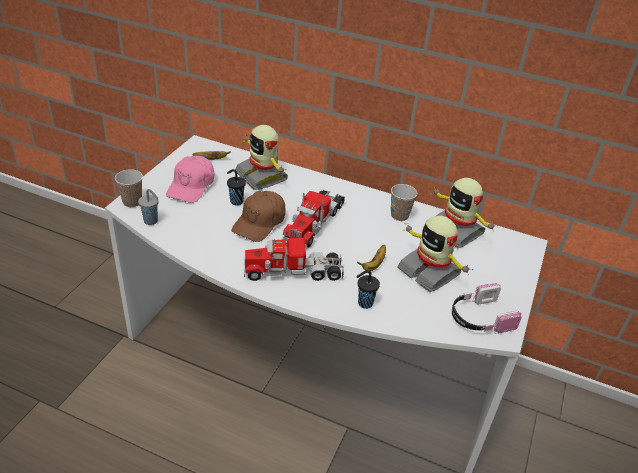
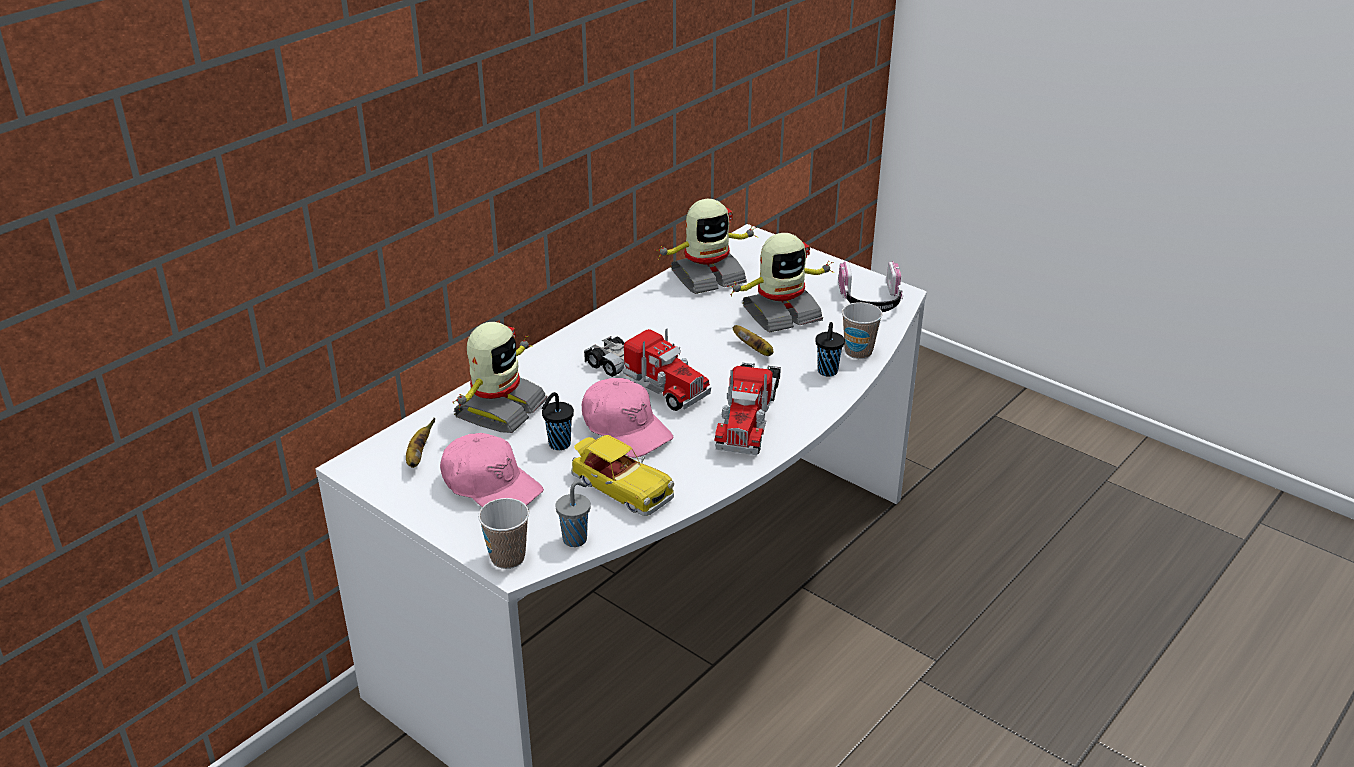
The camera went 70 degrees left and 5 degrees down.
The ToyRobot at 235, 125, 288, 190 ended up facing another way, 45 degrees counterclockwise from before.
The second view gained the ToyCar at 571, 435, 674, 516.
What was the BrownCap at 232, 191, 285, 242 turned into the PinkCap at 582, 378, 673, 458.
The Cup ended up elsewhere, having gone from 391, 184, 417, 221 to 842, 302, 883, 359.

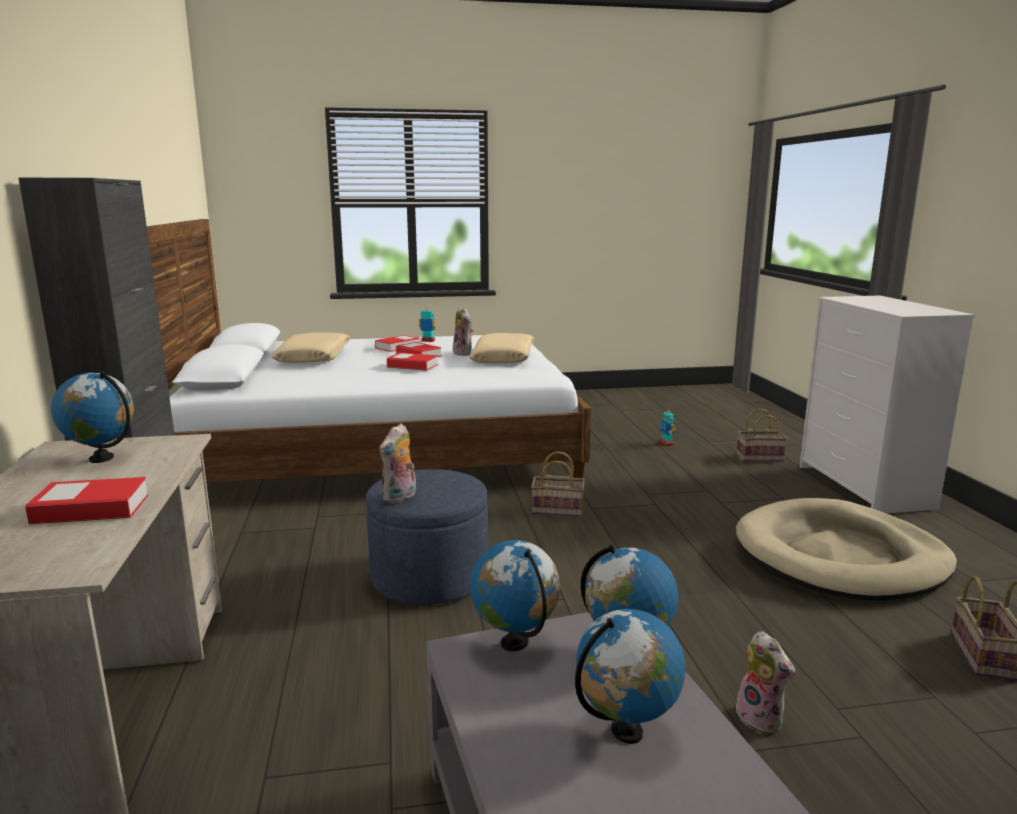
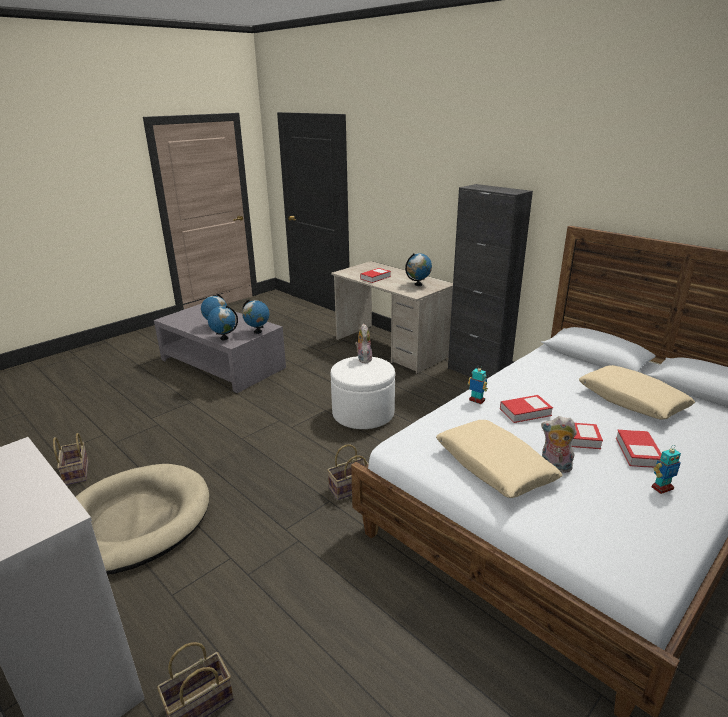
The camera went 145 degrees right and 10 degrees up.
What was the BlueOttoman at 366, 469, 488, 605 turned into the WhiteOttoman at 331, 356, 395, 429.
The ToyRobot ended up elsewhere, having gone from 659, 407, 676, 446 to 468, 366, 488, 404.
The second view lost the PlushToy at 732, 631, 795, 734.

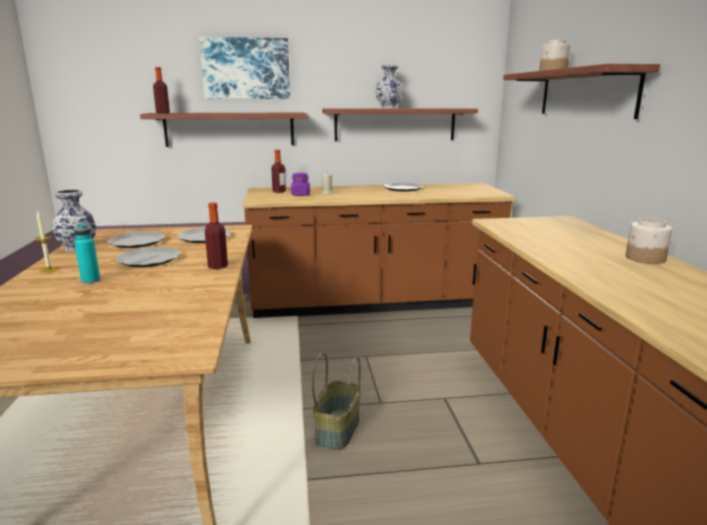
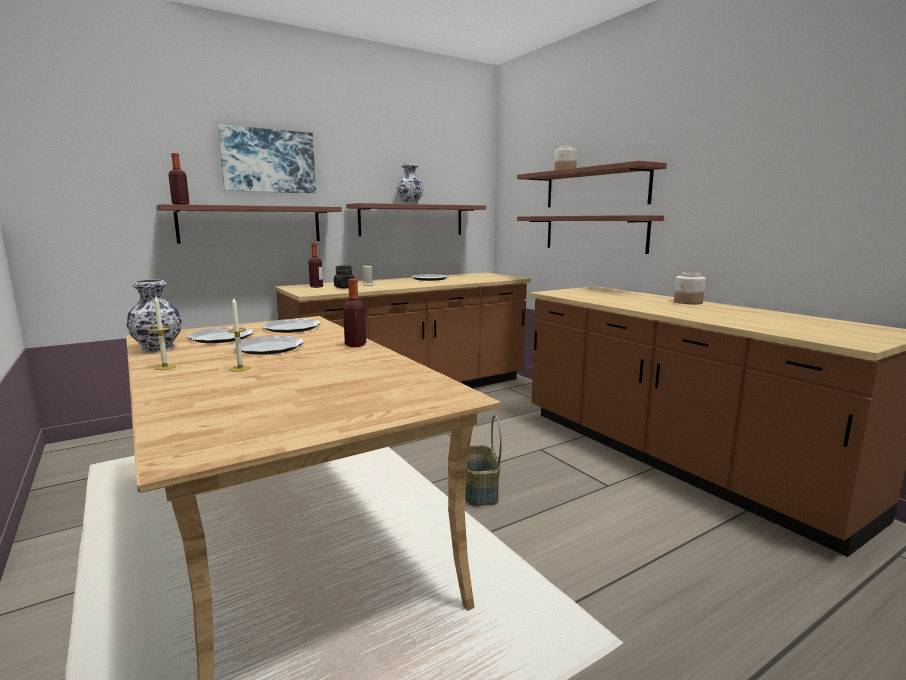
The camera went 25 degrees left and 5 degrees down.
Where the TurquoiseBottle stood at 74, 223, 100, 284, the Candle came to stand at 228, 297, 251, 372.
What was the PurpleJar at 291, 173, 310, 196 turned into the BlackJar at 334, 265, 355, 288.
The second view gained the Shelf at 517, 215, 664, 254.

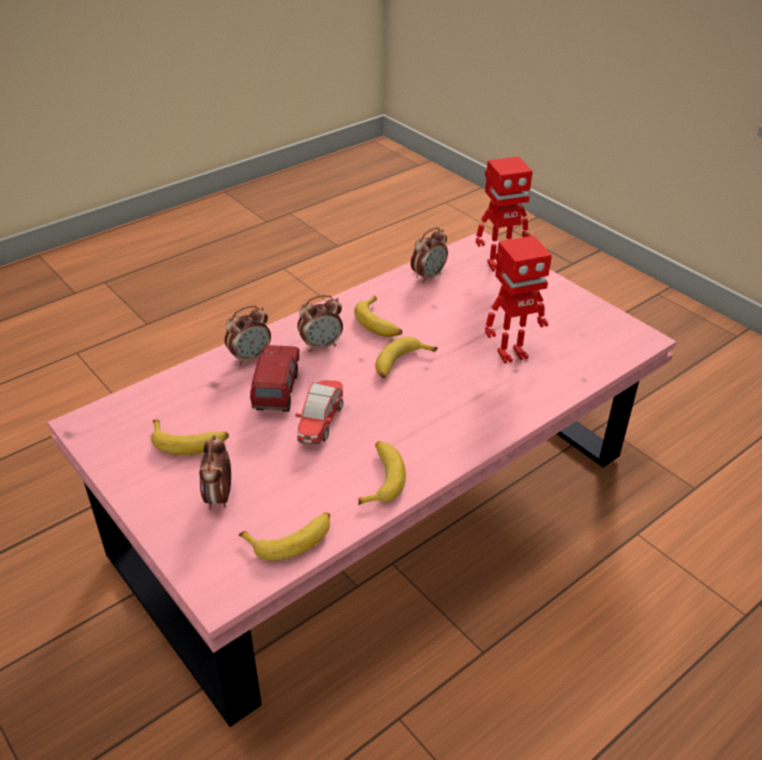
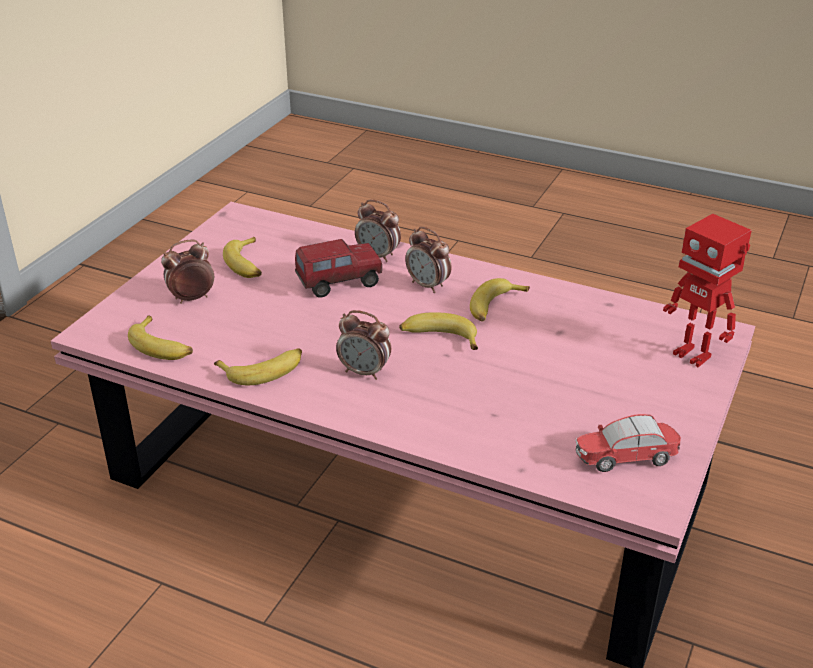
The camera went 65 degrees right and 5 degrees down.
The AlarmClock ended up elsewhere, having gone from 411, 227, 448, 283 to 336, 310, 391, 380.
The ToyCar ended up elsewhere, having gone from 295, 381, 343, 444 to 575, 414, 681, 472.
The second view lost the ToyRobot at 485, 236, 552, 364.

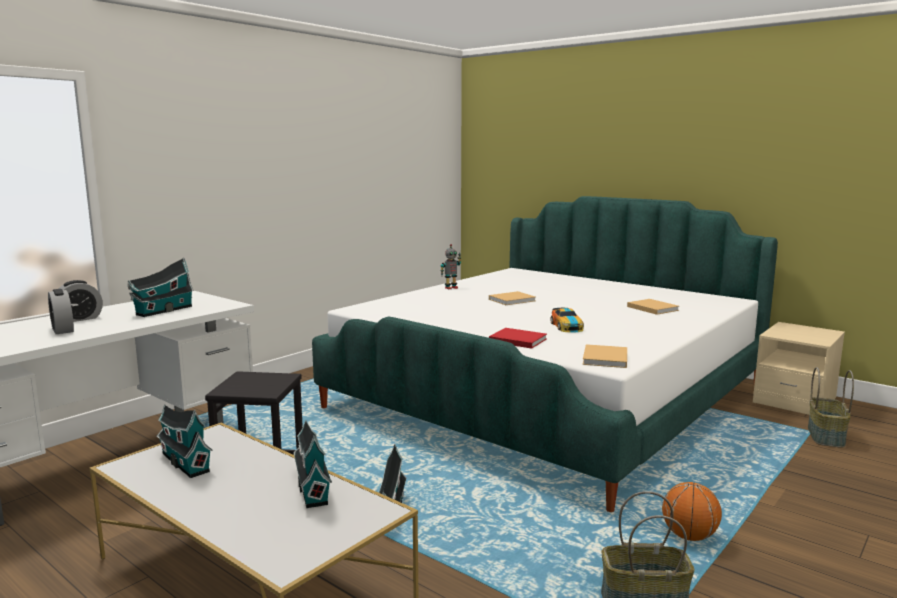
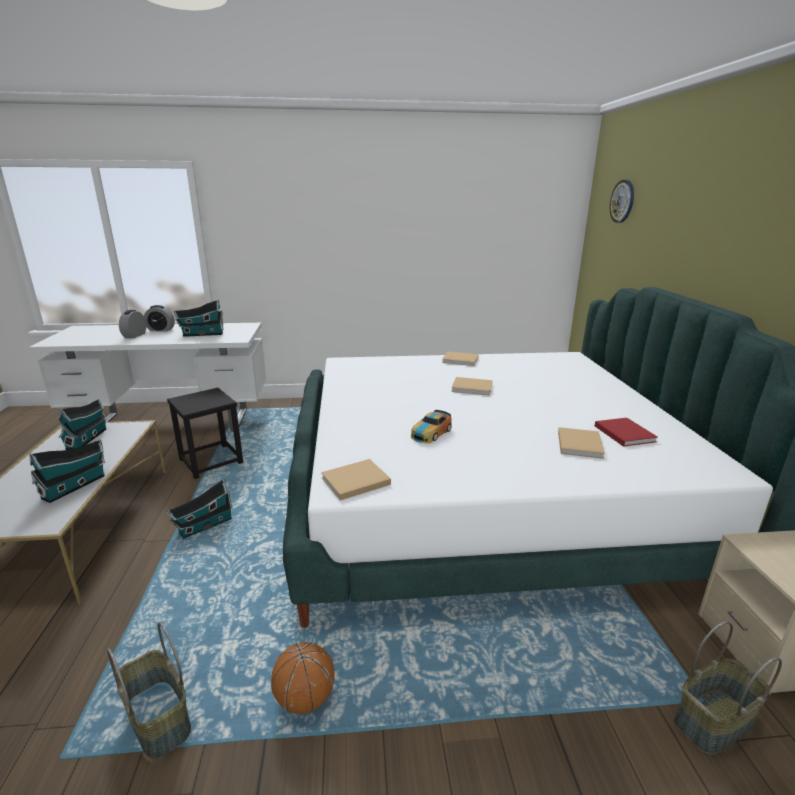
The camera went 45 degrees right and 10 degrees up.
Where the ToyRobot stood at 440, 244, 461, 289, the BeigeBook came to stand at 442, 351, 478, 366.
The RedBook ended up elsewhere, having gone from 489, 328, 547, 349 to 595, 418, 658, 447.
The second view gained the WallClock at 610, 180, 634, 223.

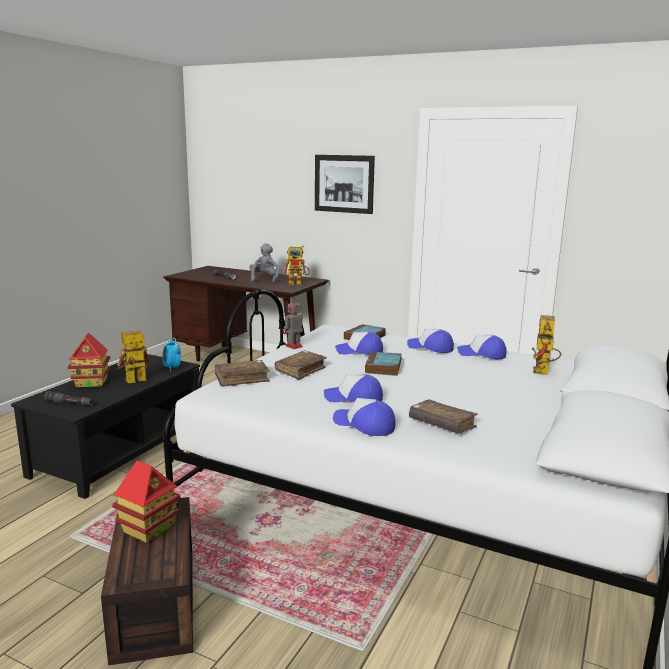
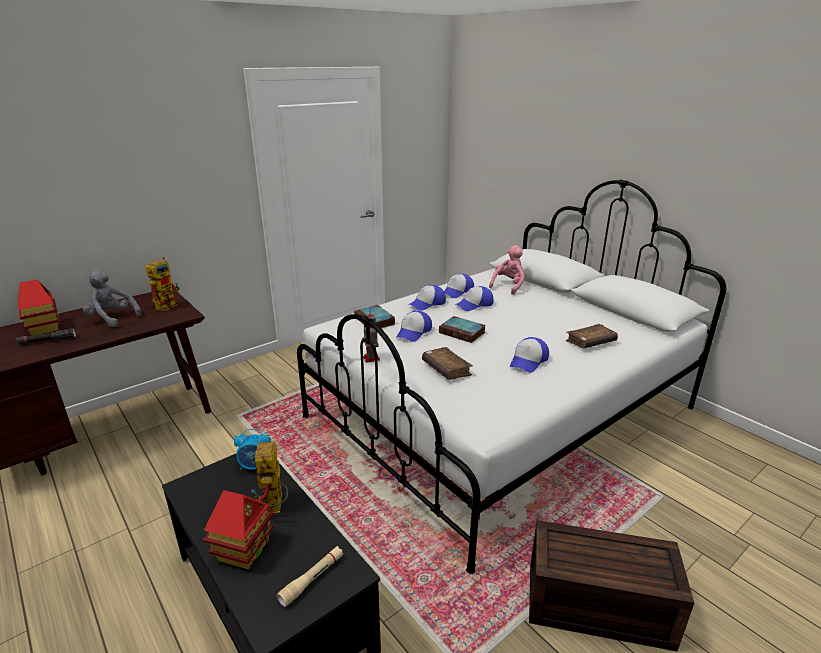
The camera went 65 degrees left and 10 degrees up.
The ToyHouse ended up elsewhere, having gone from 112, 461, 181, 543 to 18, 280, 59, 335.
What was the BlackFlashlight at 44, 391, 94, 406 turned into the BeigeFlashlight at 277, 546, 343, 607.
The Cap ended up elsewhere, having gone from 333, 398, 396, 436 to 455, 286, 494, 311.
Where the ToyRobot stood at 531, 315, 561, 375, the PinkPlushToy came to stand at 489, 245, 525, 295.
The second view lost the BrownBook at 215, 360, 270, 387.
The second view lost the Picture at 315, 155, 375, 214.

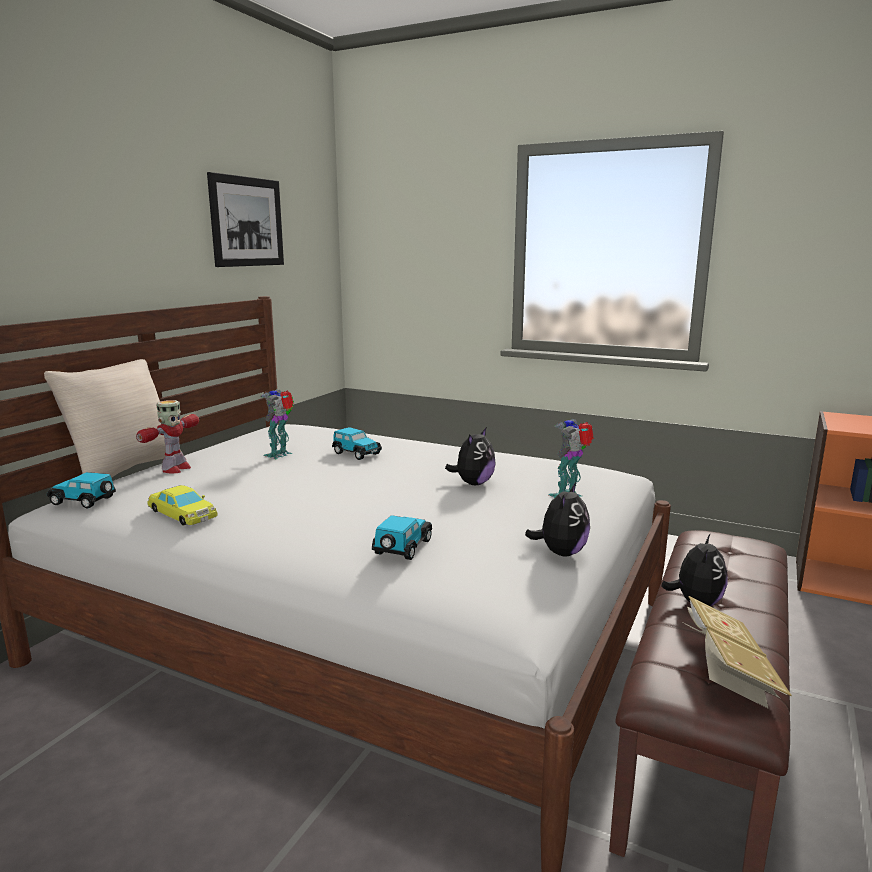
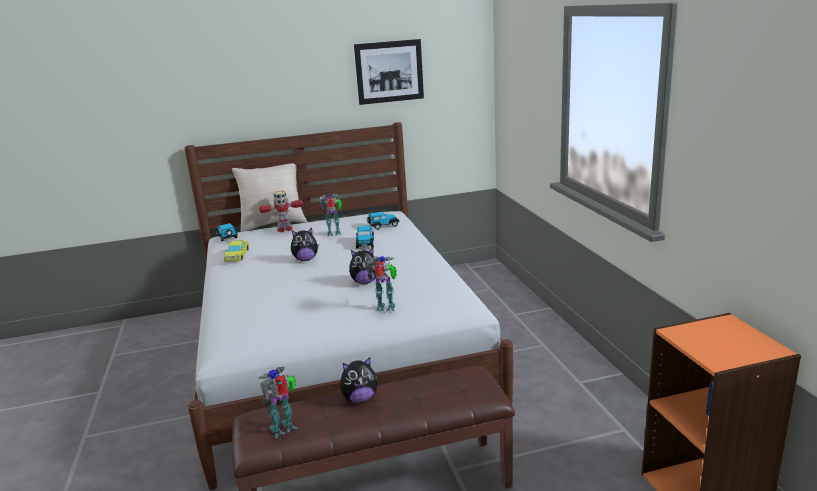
The camera went 50 degrees right and 5 degrees up.
Where the Book stood at 681, 596, 792, 709, the ToyRobot came to stand at 258, 367, 297, 438.
The PlushToy ended up elsewhere, having gone from 525, 482, 590, 557 to 291, 228, 319, 261.
The ToyCar ended up elsewhere, having gone from 372, 515, 432, 560 to 367, 211, 400, 230.

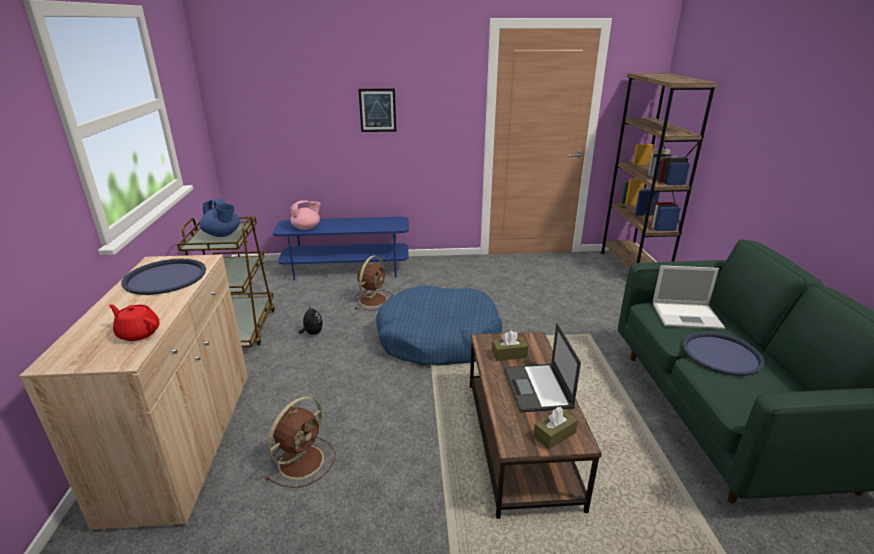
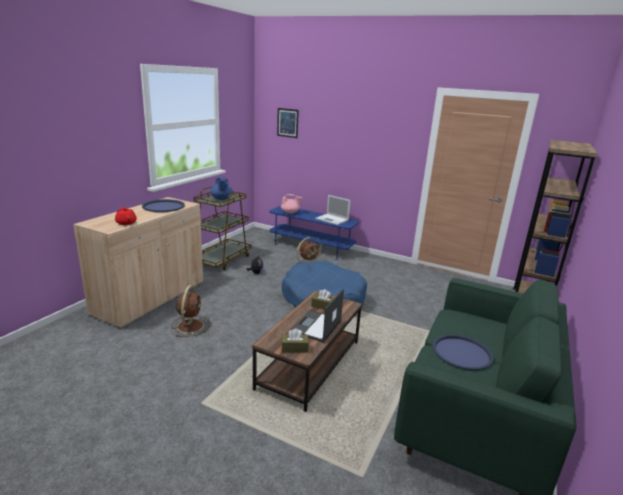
The camera went 30 degrees right and 5 degrees down.
The BrownFan at 266, 397, 335, 488 ended up facing another way, 60 degrees counterclockwise from before.
The Picture ended up elsewhere, having gone from 358, 88, 396, 132 to 277, 108, 299, 138.
The Laptop ended up elsewhere, having gone from 653, 265, 725, 329 to 315, 195, 351, 225.

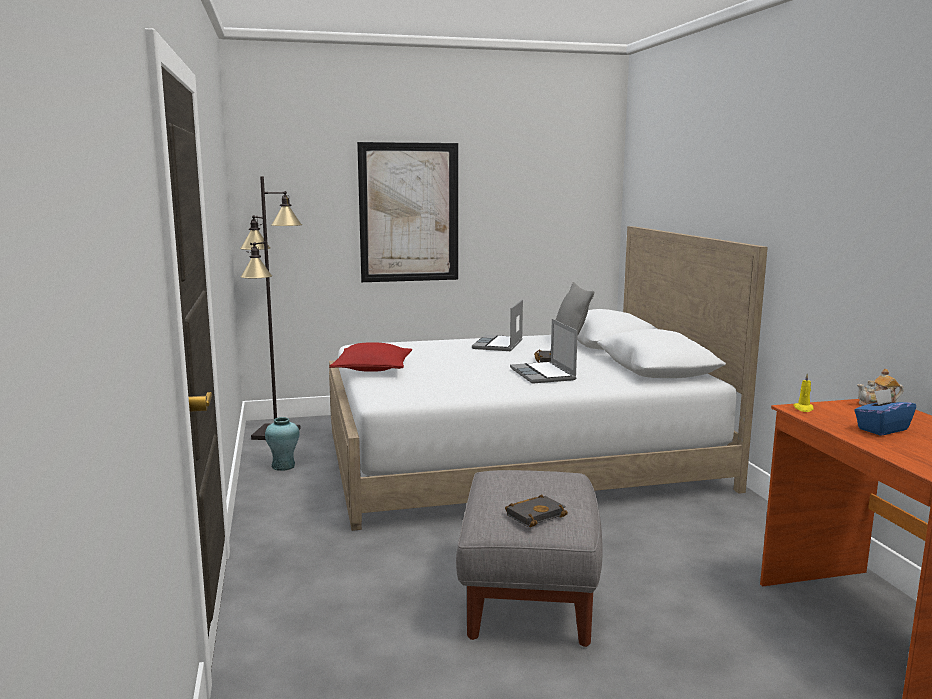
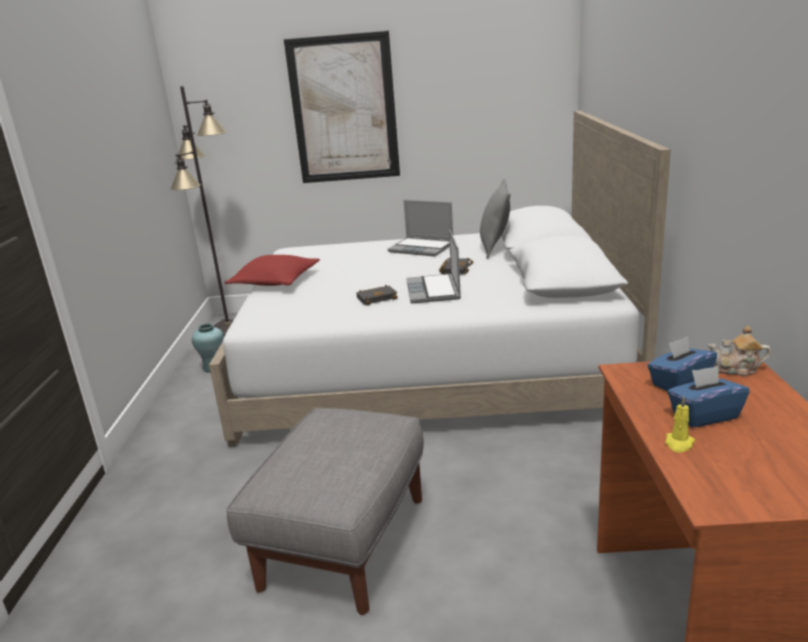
The camera went 15 degrees right and 10 degrees up.
The BlackBook ended up elsewhere, having gone from 505, 494, 568, 527 to 356, 285, 398, 306.
The Laptop at 472, 300, 523, 351 ended up facing another way, 90 degrees counterclockwise from before.
The second view gained the BlueTissueBox at 647, 336, 717, 391.
The YellowCandle ended up elsewhere, having gone from 793, 373, 814, 412 to 665, 397, 695, 453.

